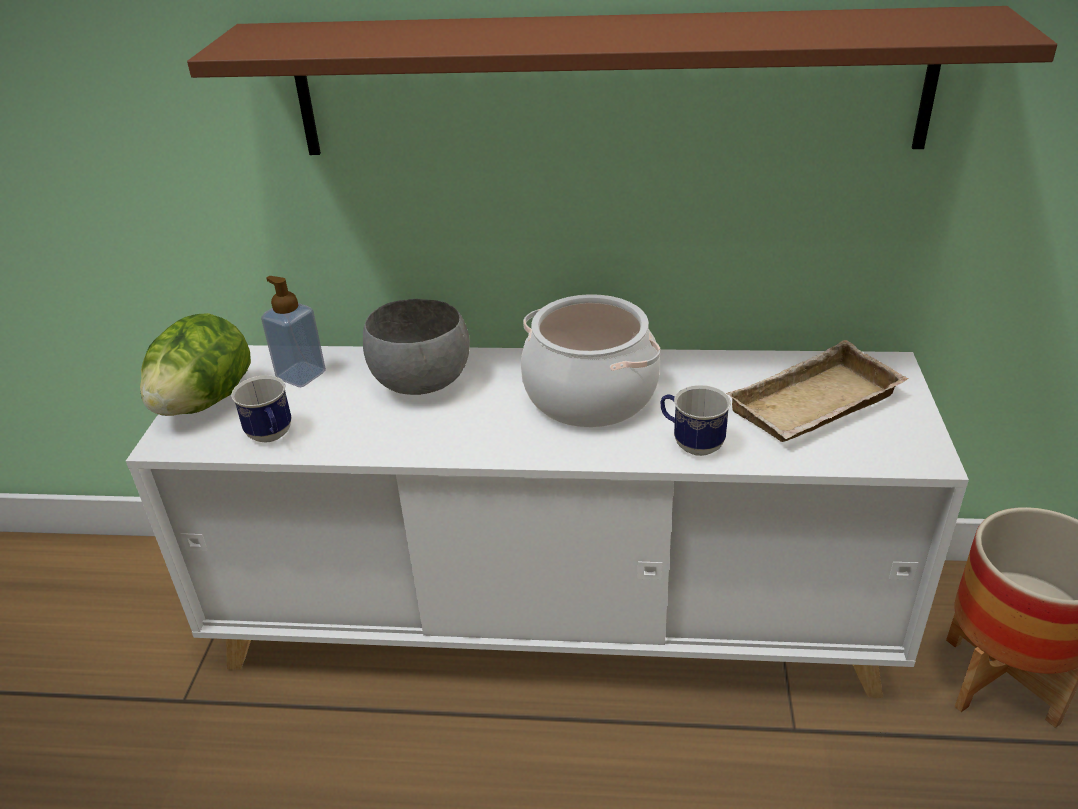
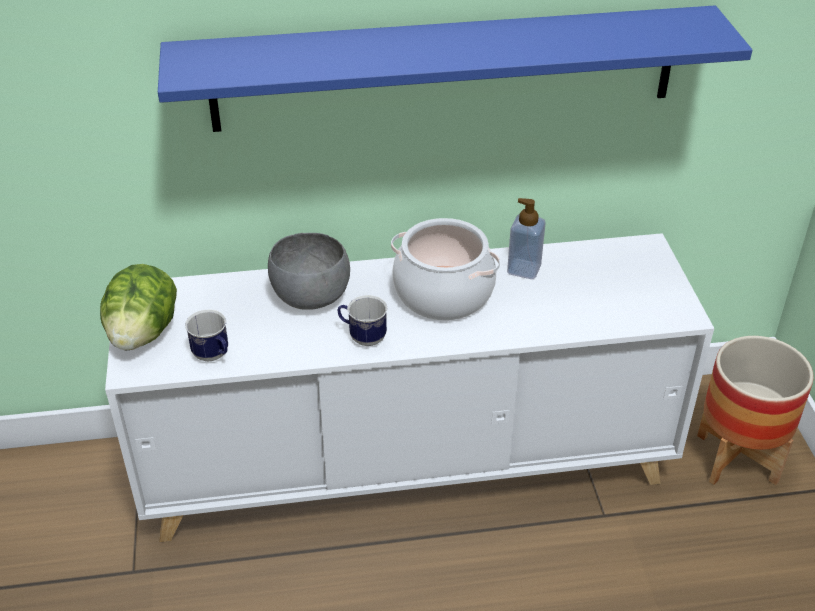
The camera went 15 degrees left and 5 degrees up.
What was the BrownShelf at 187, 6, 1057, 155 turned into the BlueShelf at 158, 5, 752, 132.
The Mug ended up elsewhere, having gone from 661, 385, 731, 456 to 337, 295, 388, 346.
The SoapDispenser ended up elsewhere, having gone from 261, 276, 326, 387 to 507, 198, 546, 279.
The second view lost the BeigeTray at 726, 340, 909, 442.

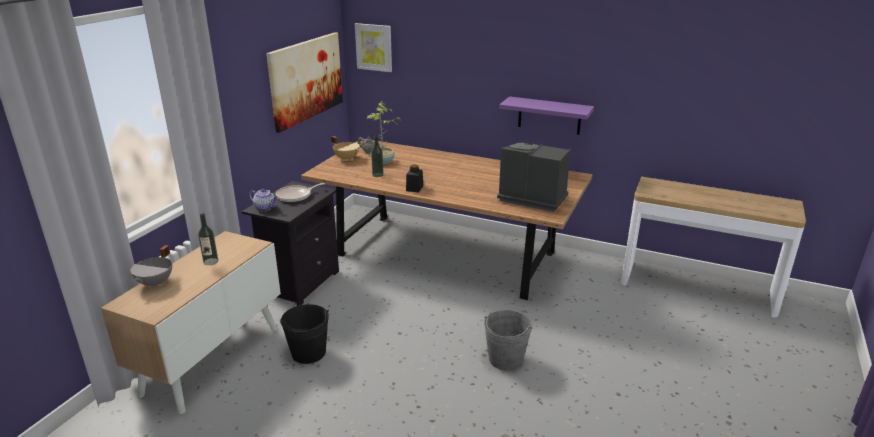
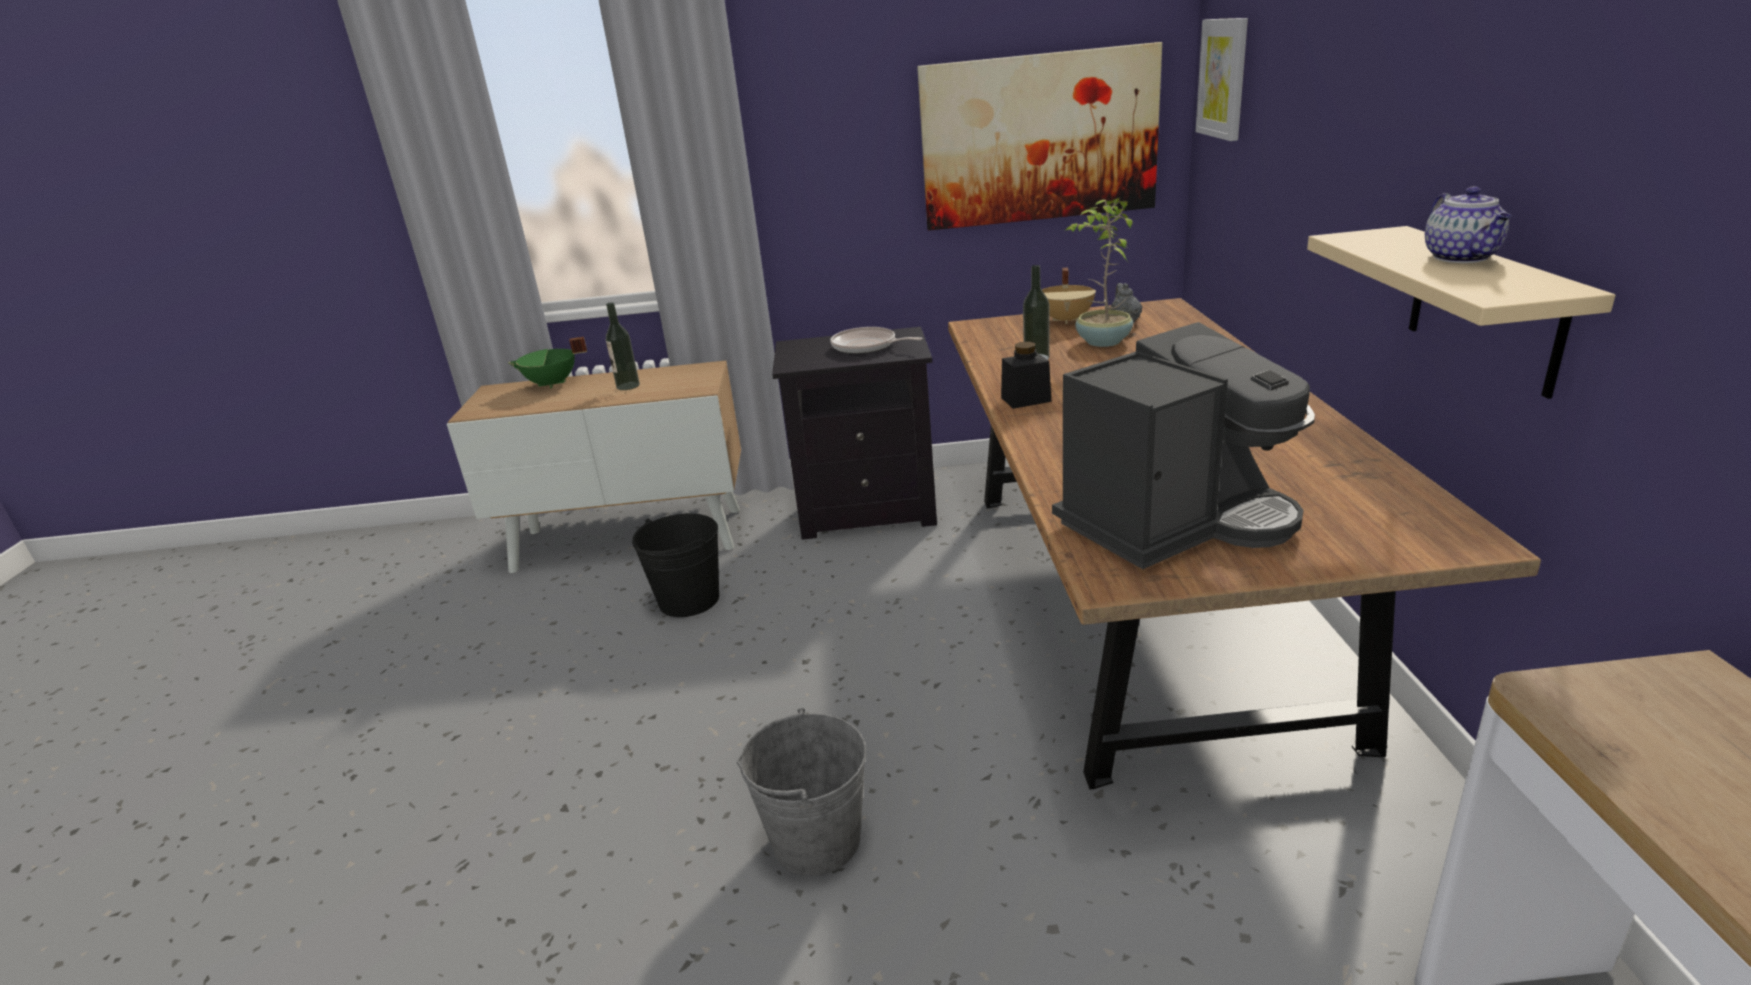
The camera went 65 degrees right and 0 degrees up.
What was the GreyCookingPot at 130, 245, 172, 288 turned into the GreenCookingPot at 508, 337, 587, 389.
The CoffeeMachine at 497, 142, 571, 212 ended up facing another way, 60 degrees clockwise from before.
What was the PurpleShelf at 499, 96, 594, 135 turned into the BeigeShelf at 1307, 226, 1616, 399.
The Teapot ended up elsewhere, having gone from 249, 189, 278, 211 to 1425, 186, 1511, 263.

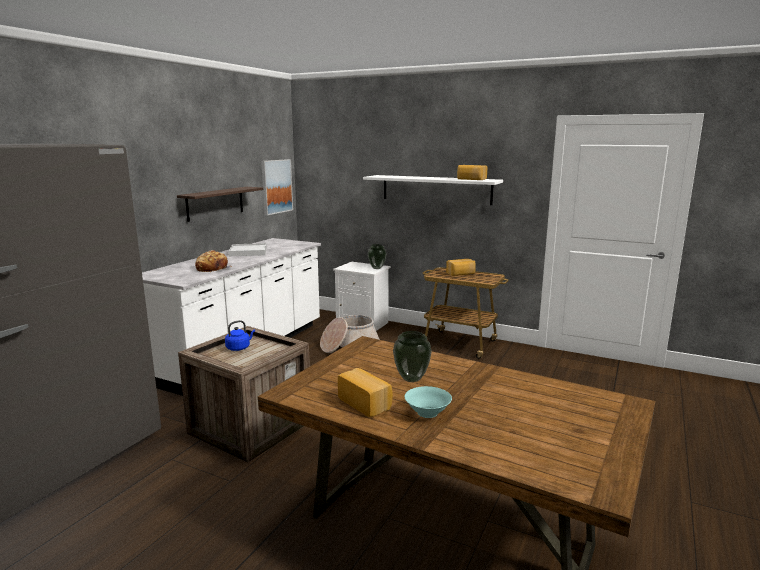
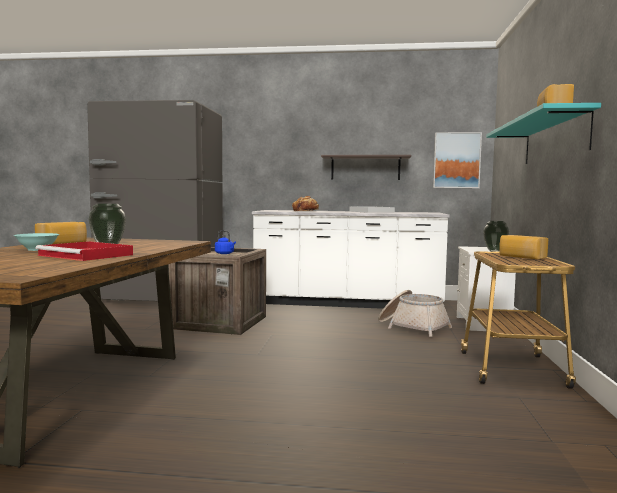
The camera went 70 degrees right and 10 degrees down.
The second view gained the RedTray at 36, 241, 133, 261.
What was the WhiteShelf at 363, 175, 503, 205 turned into the TurquoiseShelf at 486, 103, 601, 164.

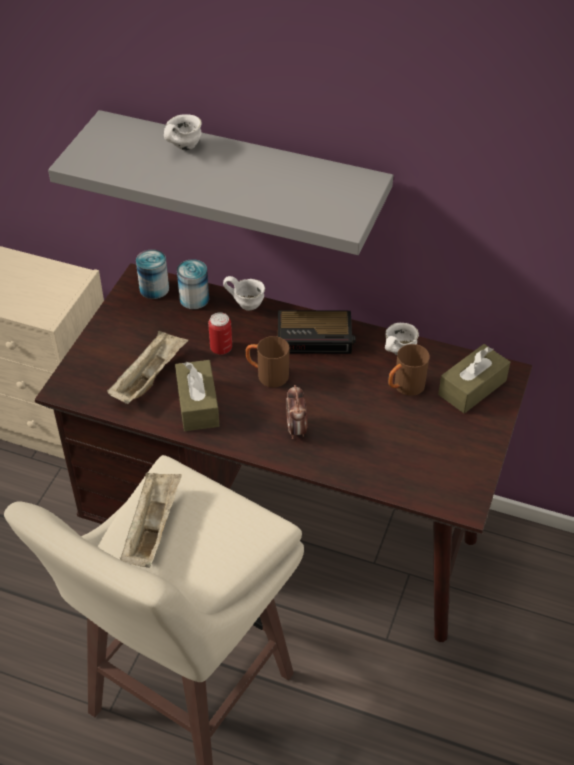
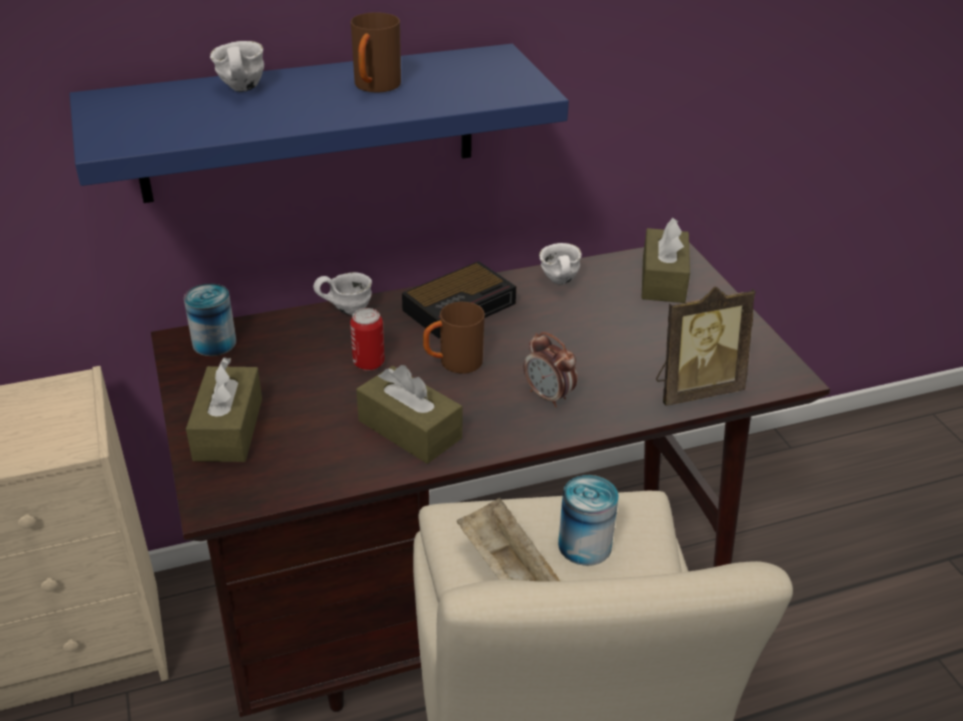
The camera went 40 degrees left and 10 degrees down.
What was the GreyShelf at 48, 110, 393, 255 turned into the BlueShelf at 69, 44, 569, 203.
The second view gained the BrownTissueBox at 186, 357, 262, 462.
The BrownMug ended up elsewhere, having gone from 388, 344, 430, 396 to 351, 12, 401, 93.
The Can ended up elsewhere, having gone from 177, 259, 209, 309 to 558, 475, 619, 566.
The second view gained the PictureFrame at 656, 286, 756, 406.
The second view lost the BeigeTray at 107, 330, 188, 404.

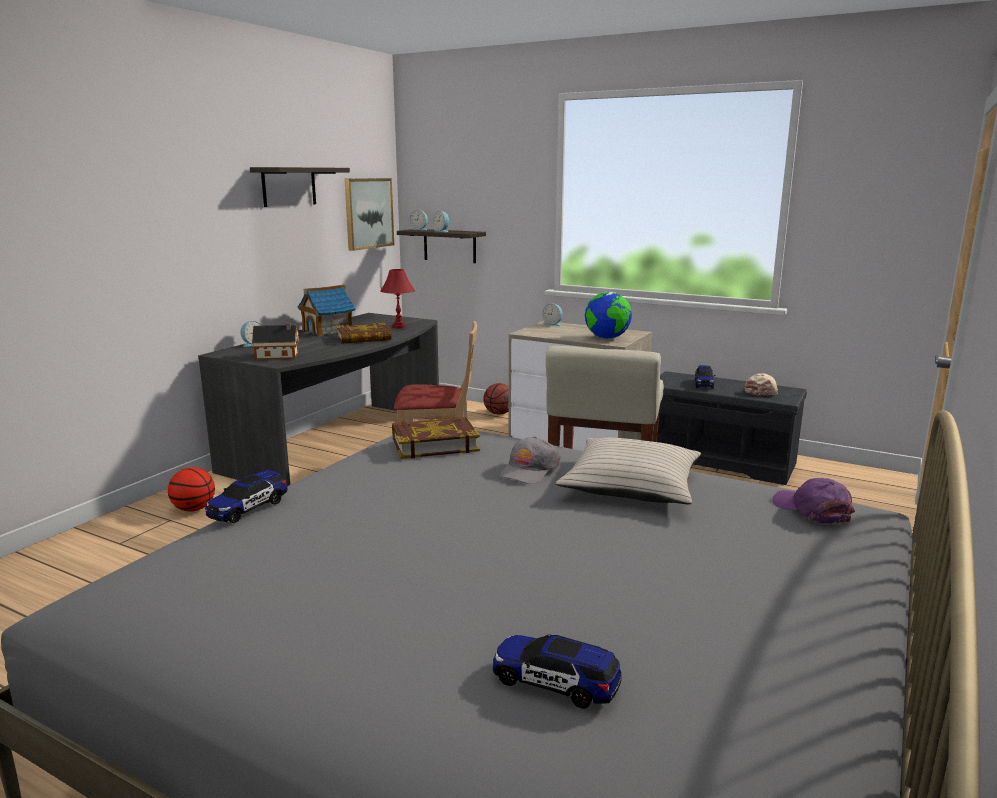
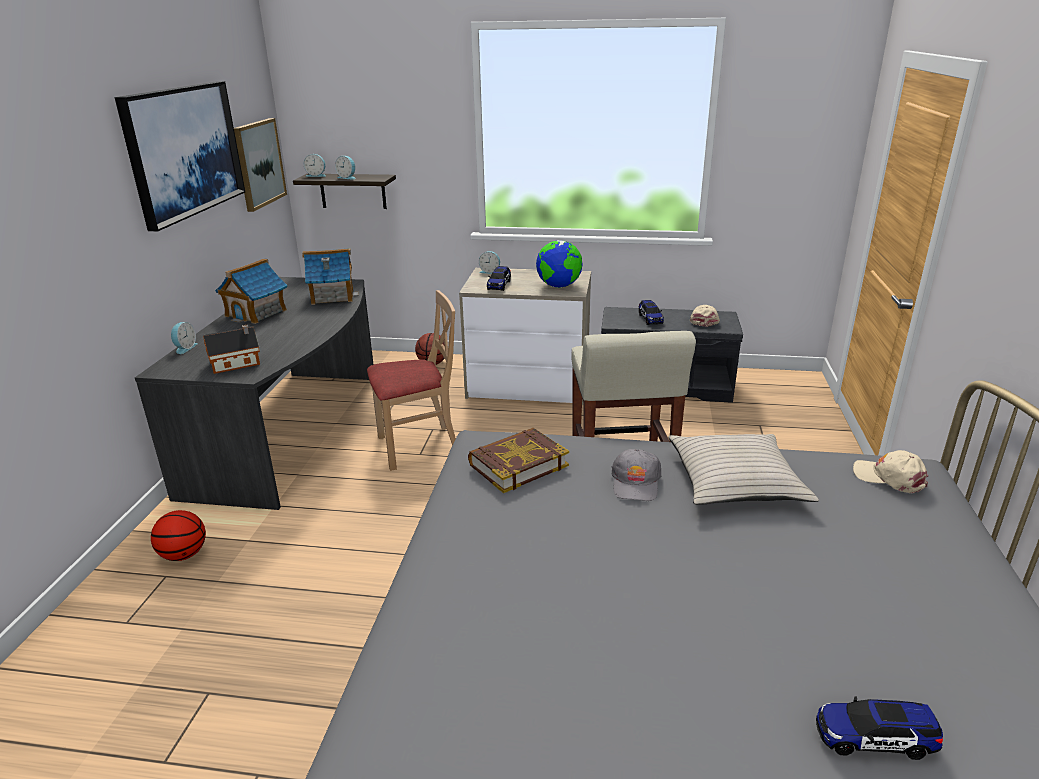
The camera went 20 degrees left and 10 degrees up.
Where the Shelf hung at 250, 167, 350, 207, the Picture came to hang at 115, 81, 245, 231.
Where the RedTableLamp stood at 380, 269, 415, 329, the ToyHouse came to stand at 302, 248, 359, 305.
The ToyCar ended up elsewhere, having gone from 205, 470, 288, 523 to 487, 266, 511, 291.
What was the PurpleCap at 772, 478, 855, 524 turned into the BeigeCap at 853, 450, 928, 493.
The second view lost the Book at 336, 323, 391, 344.

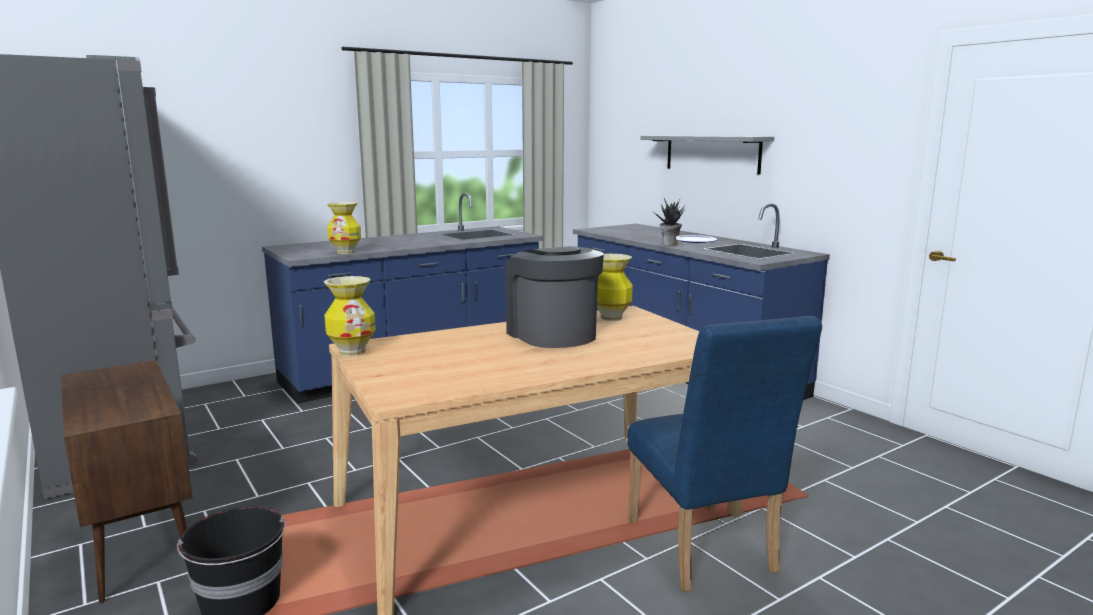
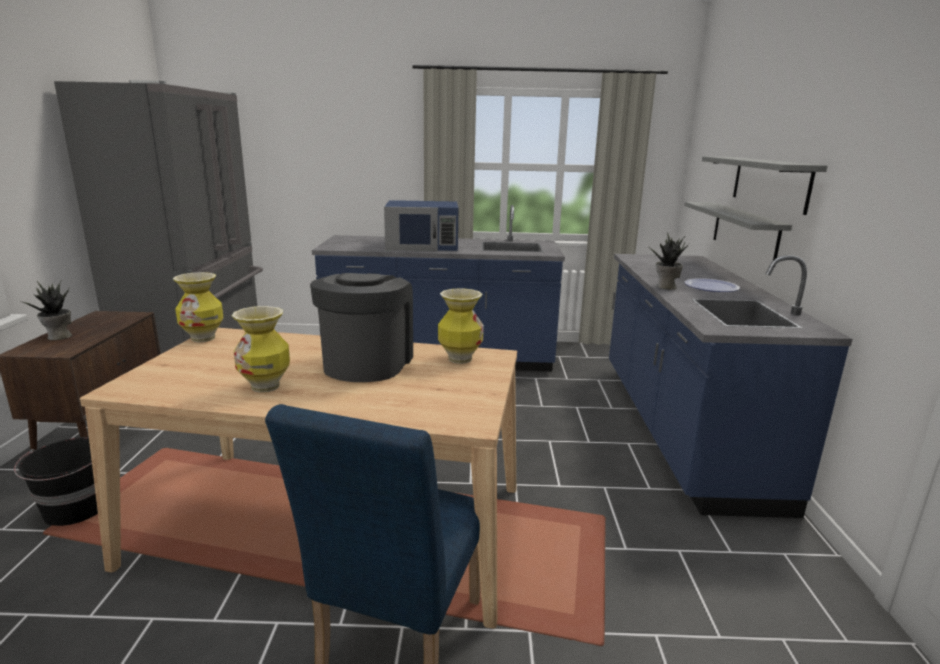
The camera went 35 degrees right and 5 degrees up.
The second view gained the PottedPlant at 19, 281, 72, 340.
The Vase ended up elsewhere, having gone from 327, 202, 361, 254 to 232, 306, 290, 393.
The second view gained the BlueMicrowave at 384, 200, 458, 251.
The second view gained the GreyShelf at 685, 202, 792, 260.

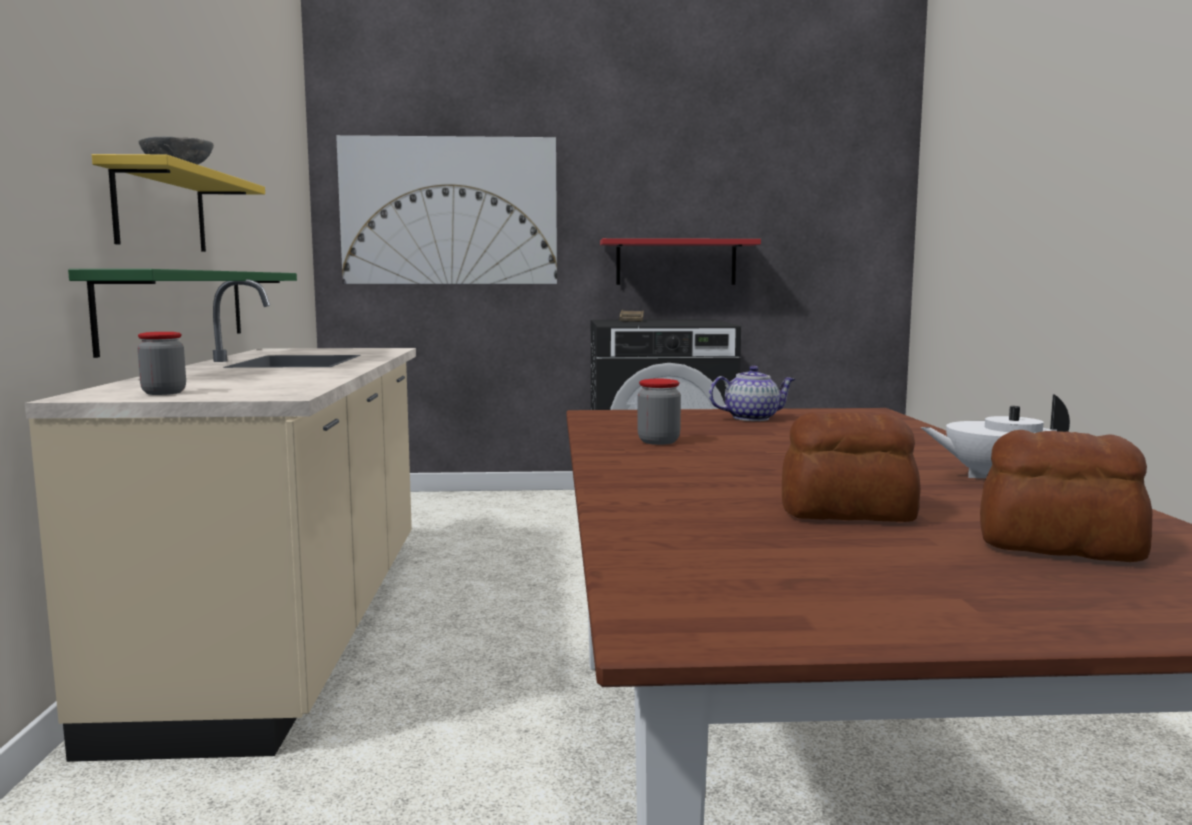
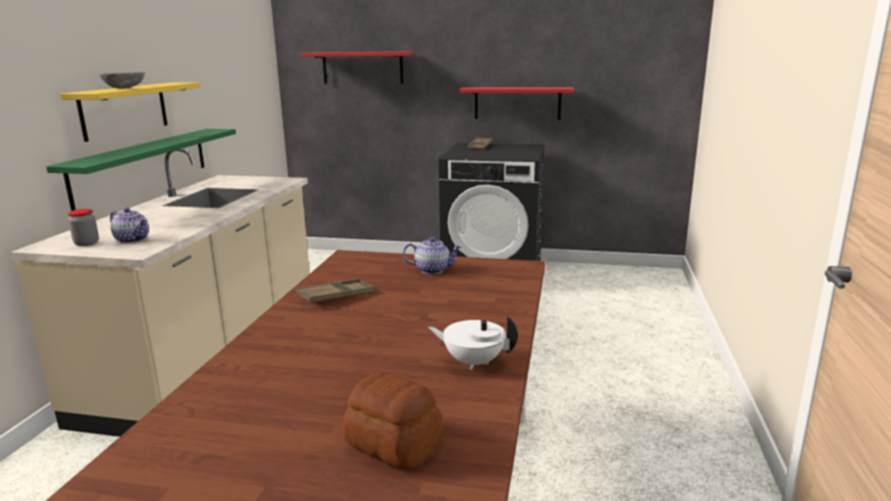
The camera went 15 degrees right and 10 degrees up.
The second view gained the Teapot at 110, 208, 149, 243.
Where the Jar stood at 637, 378, 681, 445, the BrownTray came to stand at 296, 279, 375, 304.
Where the Picture hung at 336, 135, 557, 284, the RedShelf came to hang at 301, 51, 414, 84.
The second view lost the Bread at 782, 412, 921, 522.

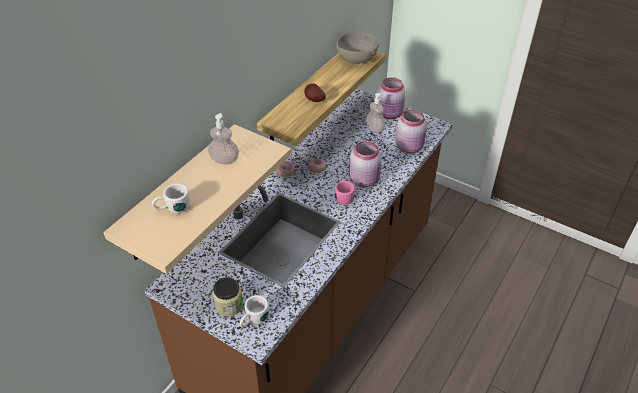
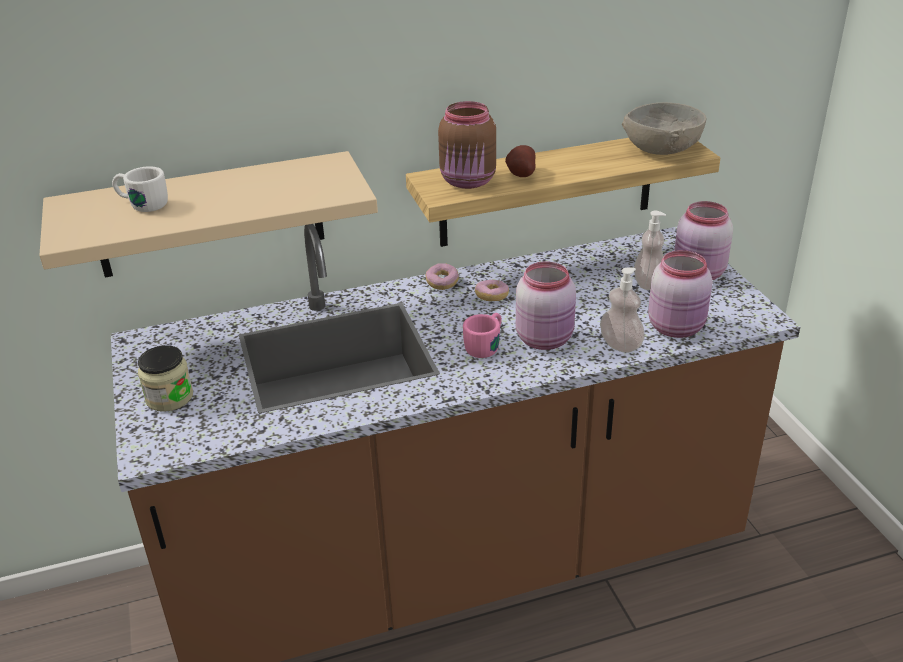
The camera went 40 degrees right and 10 degrees down.
The second view gained the BrownJar at 438, 101, 496, 189.
The SoapDispenser ended up elsewhere, having gone from 208, 113, 239, 164 to 600, 267, 645, 353.
The second view lost the WhiteMug at 239, 295, 269, 328.

